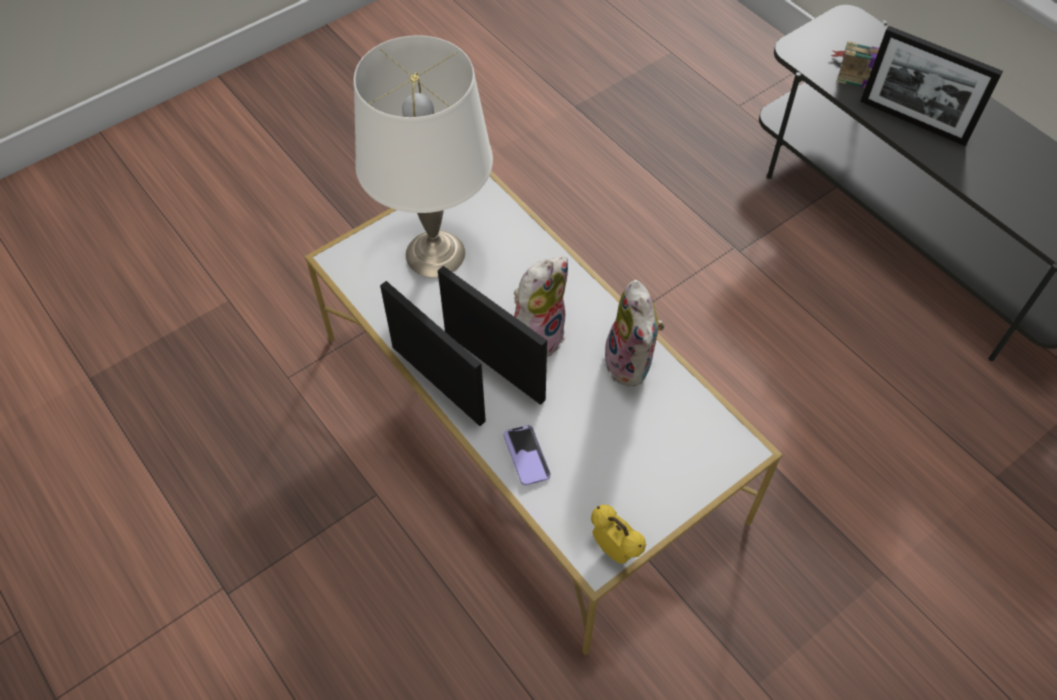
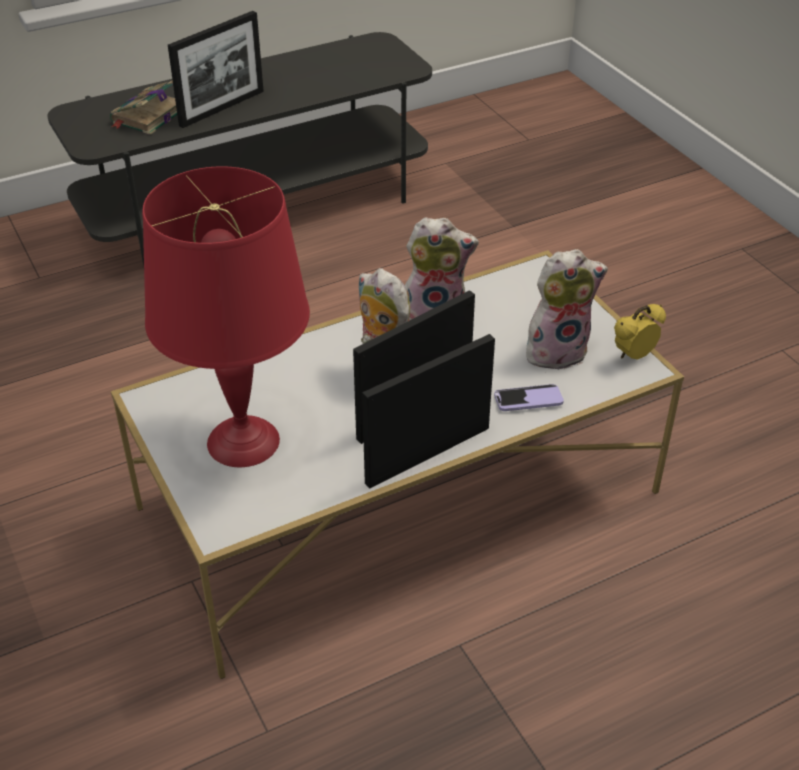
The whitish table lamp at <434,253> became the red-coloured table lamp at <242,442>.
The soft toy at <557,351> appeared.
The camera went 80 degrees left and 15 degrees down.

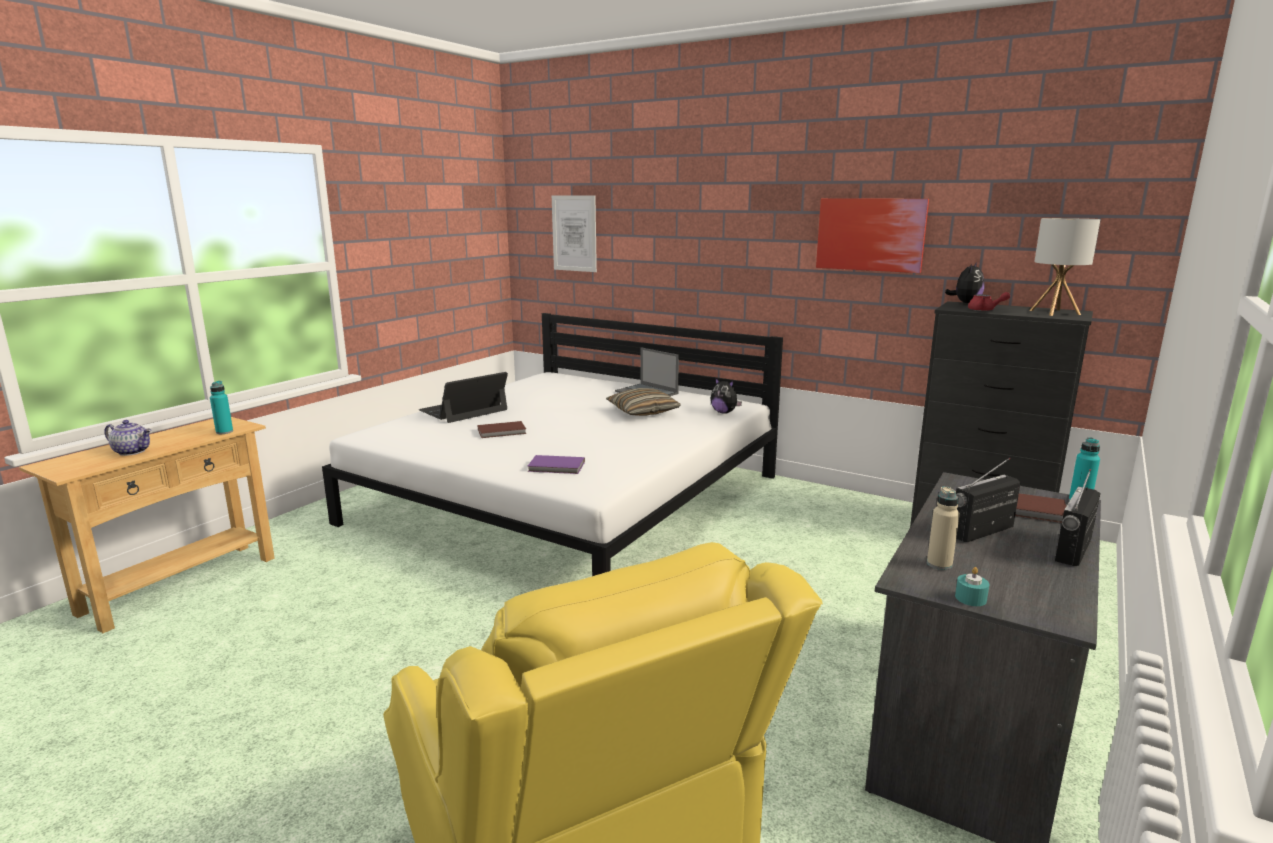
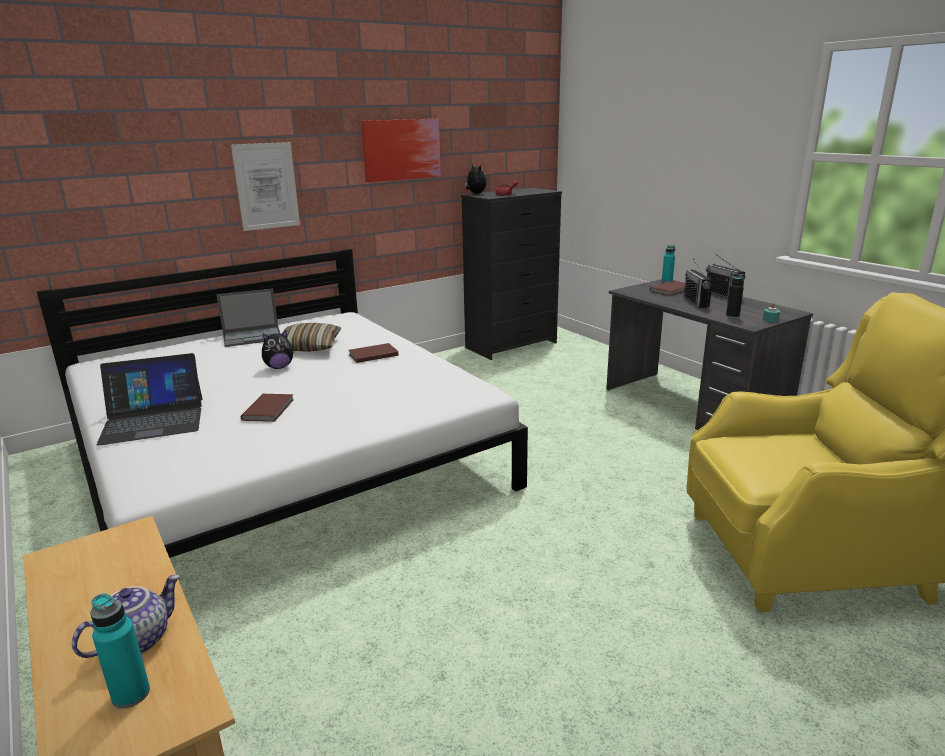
The blue-green bottle moved from <224,432> to <131,694>.
The portable computer at <464,410> turned 90 degrees counterclockwise.
The picture moved from <574,233> to <266,186>.
The soft toy moved from <724,412> to <279,367>.
The brown-coloured book at <372,355> appeared.
The sand-coloured bottle at <939,564> became the blackish bottle at <732,316>.
The purple book at <557,467> disappeared.
The table lamp at <1054,312> disappeared.
The camera went 65 degrees left and 5 degrees up.

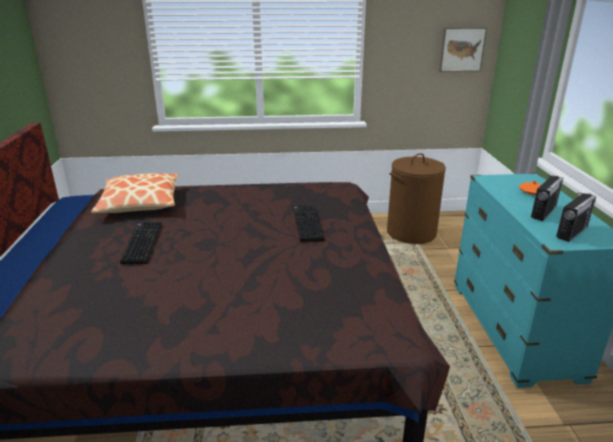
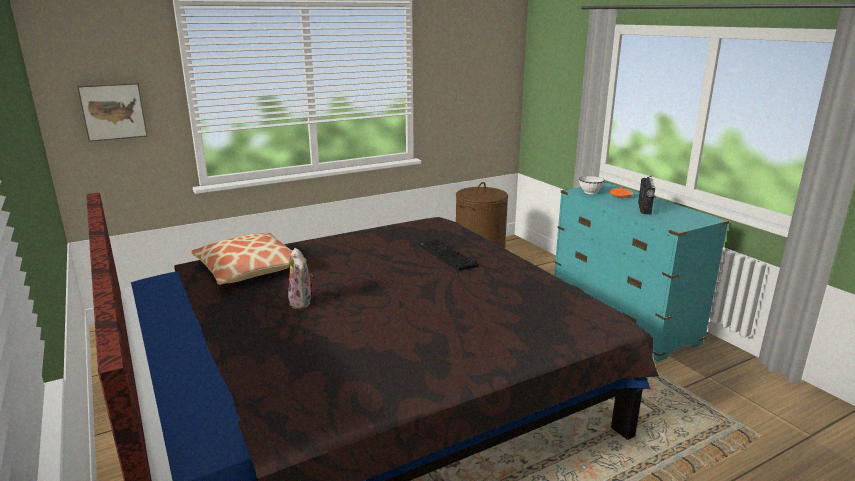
The picture moved from <461,49> to <113,111>.
The keyboard at <141,243> was replaced by the soft toy at <302,303>.
The whitish serving bowl at <590,192> appeared.
The radio receiver at <572,232> disappeared.
The camera went 25 degrees left and 5 degrees down.

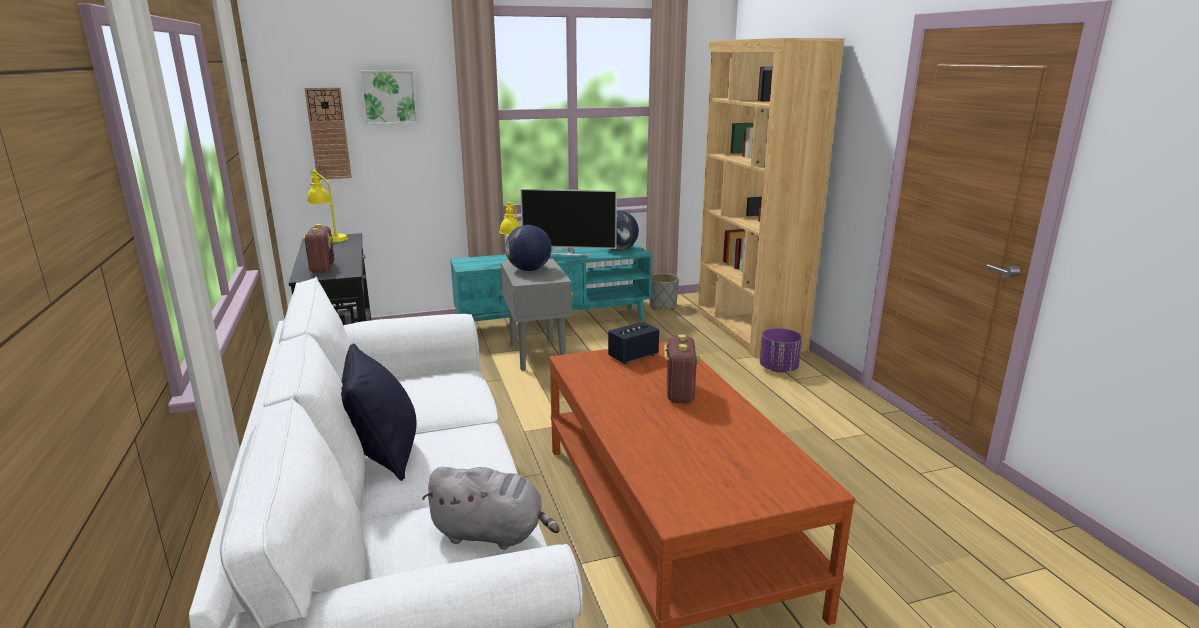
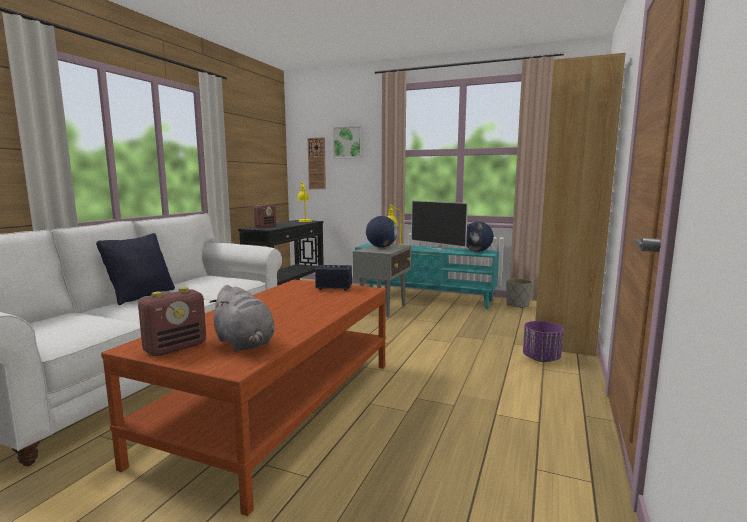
The radio receiver moved from <679,392> to <176,348>.
The gray soft toy moved from <492,534> to <244,344>.
The camera went 40 degrees right and 10 degrees down.

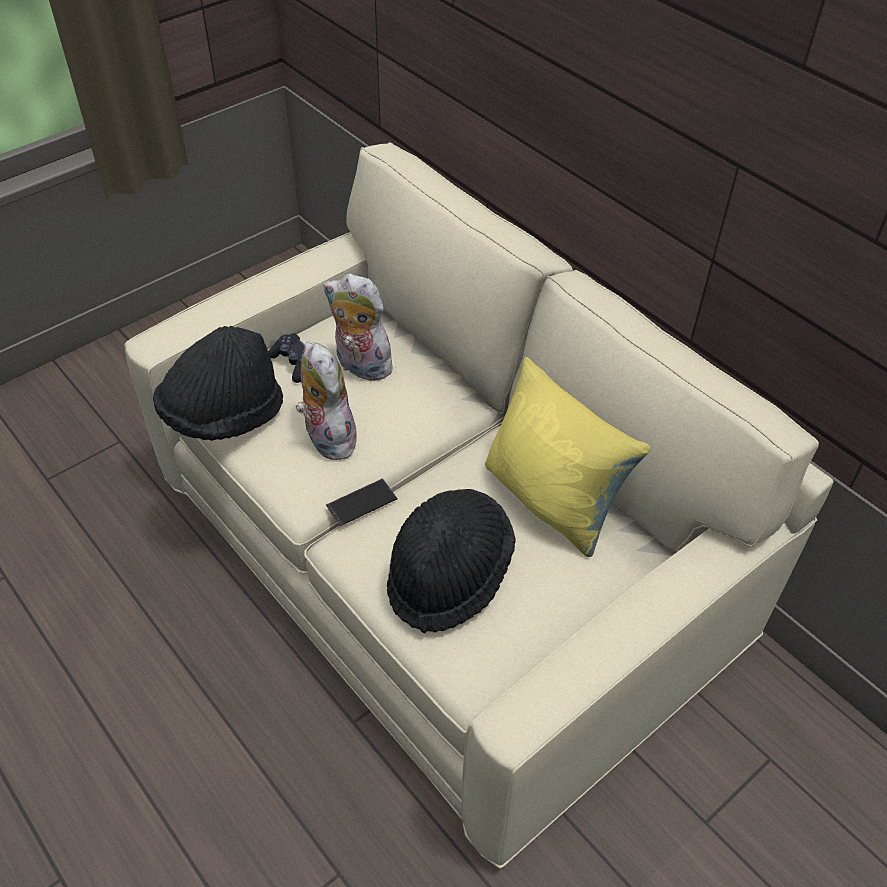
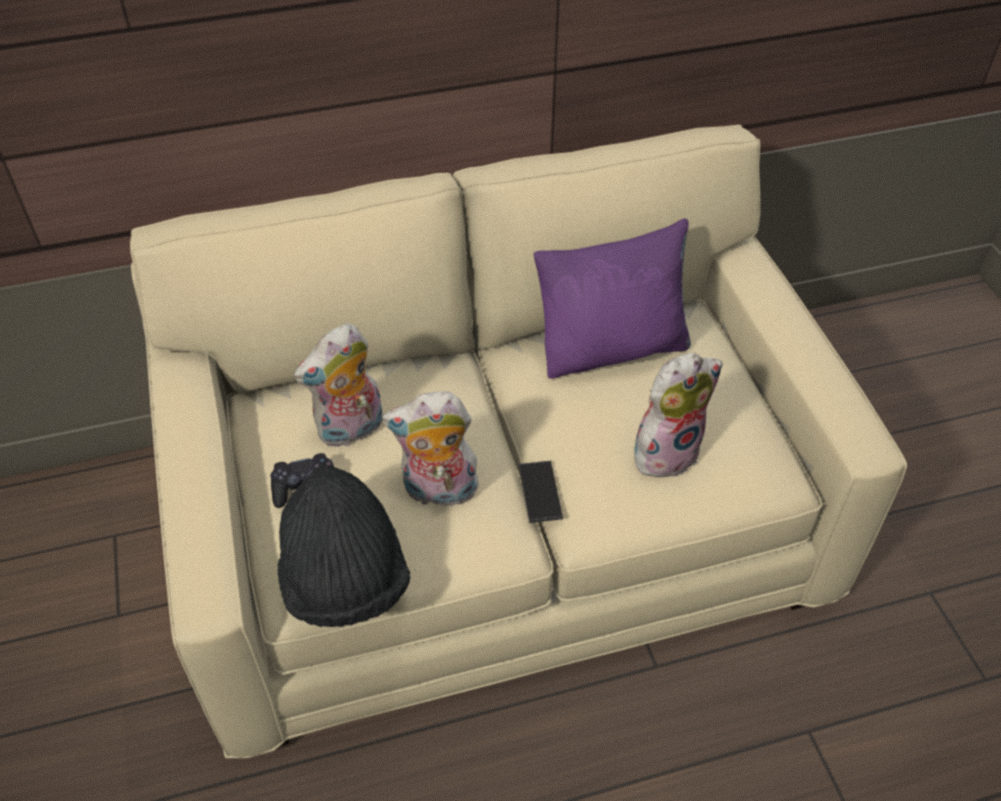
The yellow cushion at <552,500> became the purple cushion at <612,348>.
The blackish clothing hat at <448,575> was replaced by the soft toy at <666,451>.
The camera went 65 degrees left and 0 degrees up.

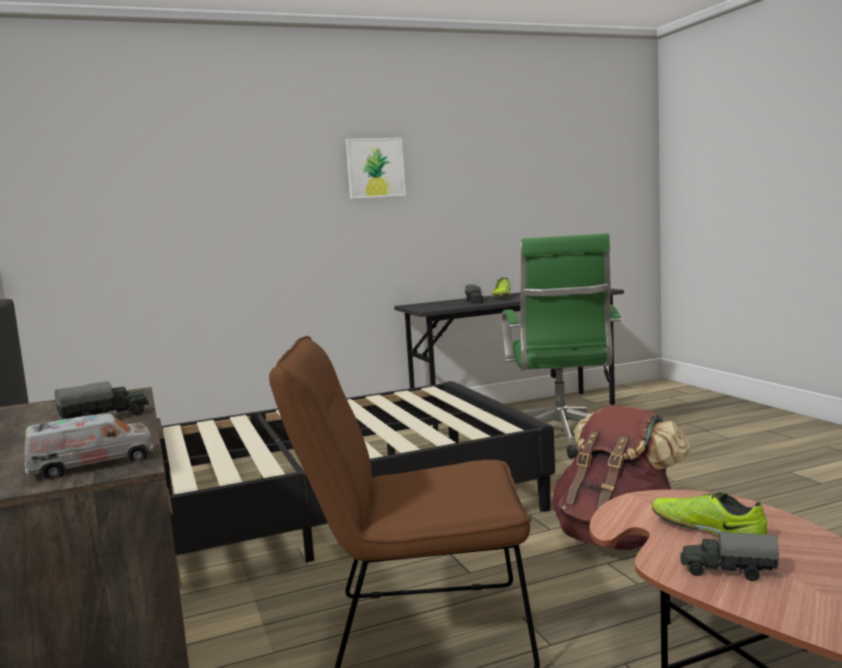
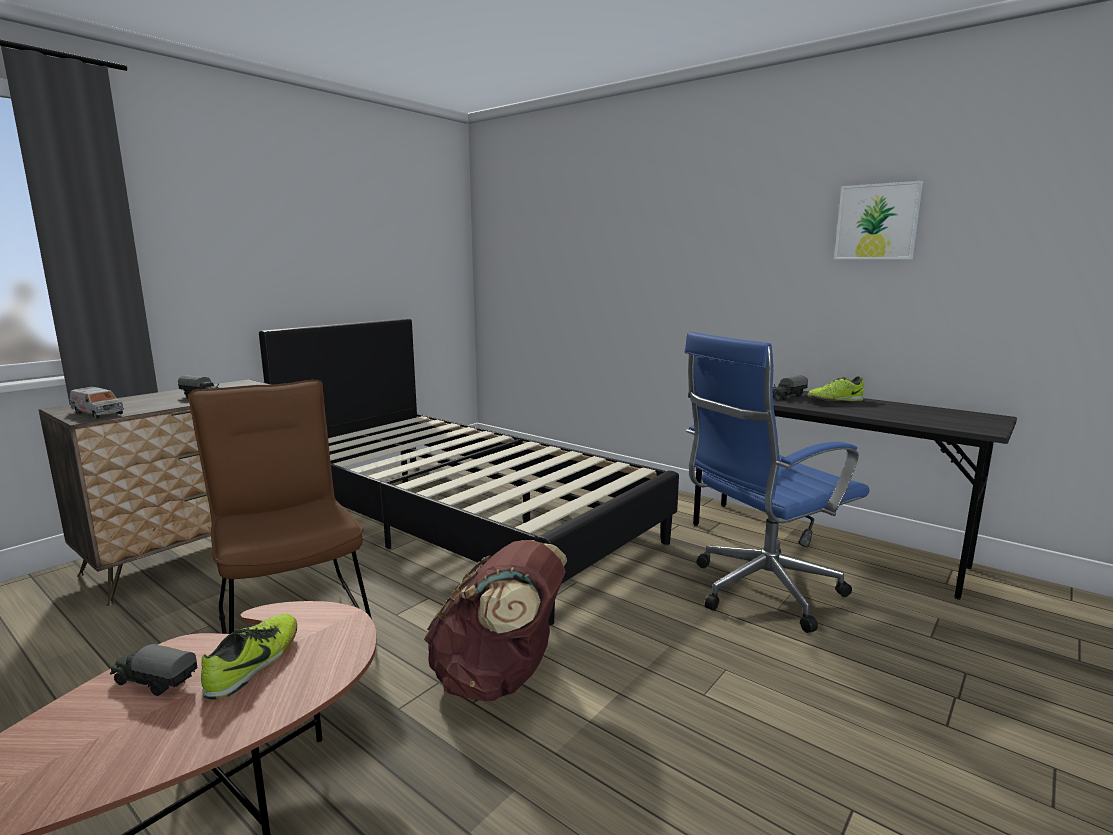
The model truck at <727,571> turned 60 degrees counterclockwise.
The green-coloured office chair at <562,441> became the blue-coloured office chair at <760,592>.
The picture moved from <375,168> to <877,222>.
The camera went 60 degrees right and 5 degrees up.

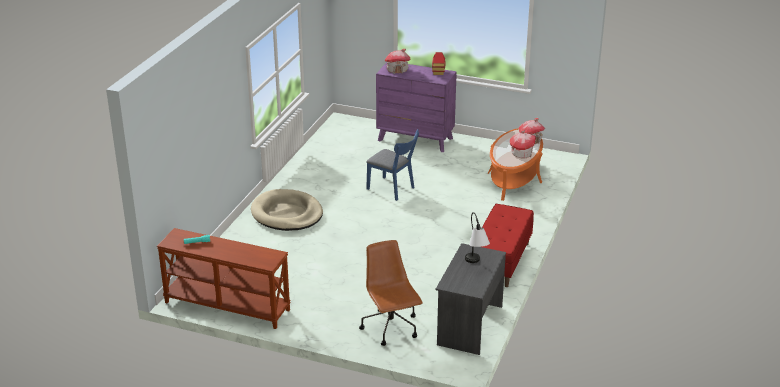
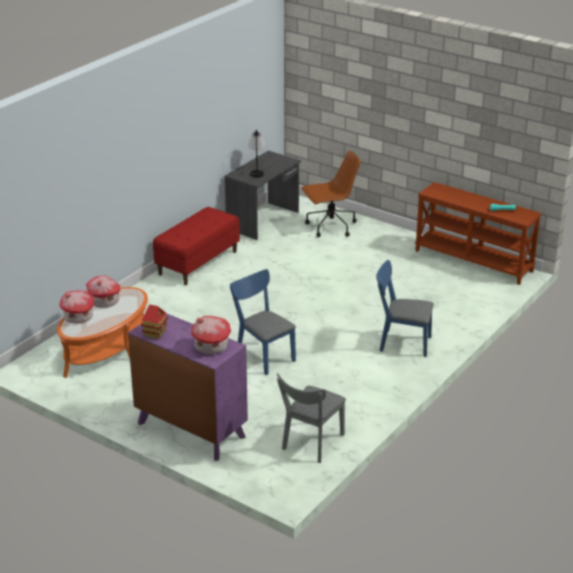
The gray upright chair at <311,444> appeared.
The brown-coloured office chair at <391,328> turned 105 degrees counterclockwise.
The sand-coloured dog bed at <287,214> was replaced by the blue-coloured upright chair at <401,343>.
The camera went 165 degrees left and 0 degrees up.

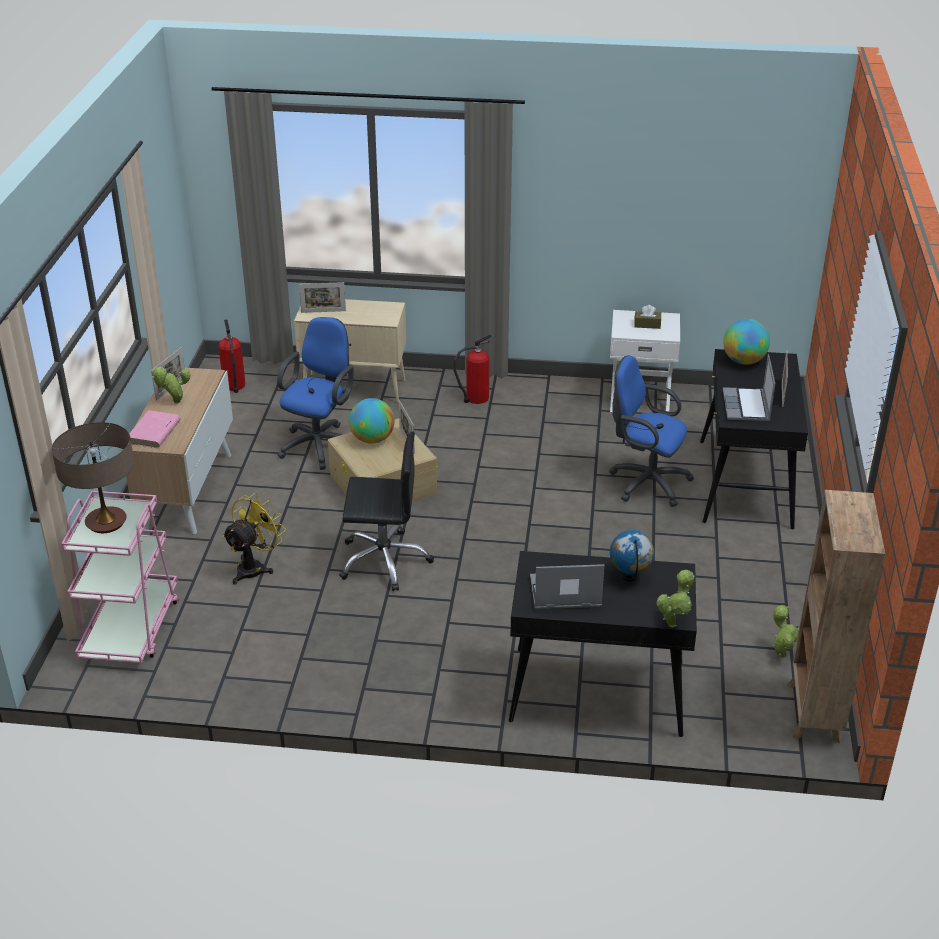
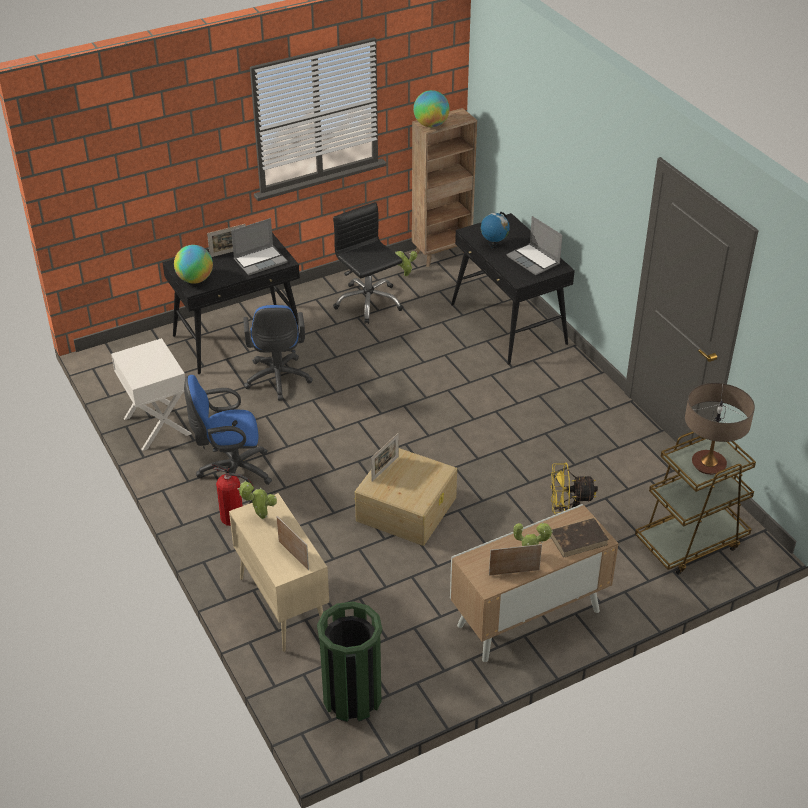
The blue-coloured office chair moved from <320,444> to <231,472>.
The plant in a pot moved from <673,623> to <260,516>.
The extinguisher at <235,386> was replaced by the green-coloured rubbish bin at <352,698>.
The blackish office chair moved from <384,560> to <368,302>.
The desk globe moved from <372,439> to <431,125>.
The pinkish book at <154,432> became the brown-coloured book at <578,539>.
The pinkish cart at <130,628> became the brown-coloured cart at <690,542>.
The brown-coloured tissue holder at <647,324> disappeared.
The camera went 125 degrees left and 5 degrees up.

